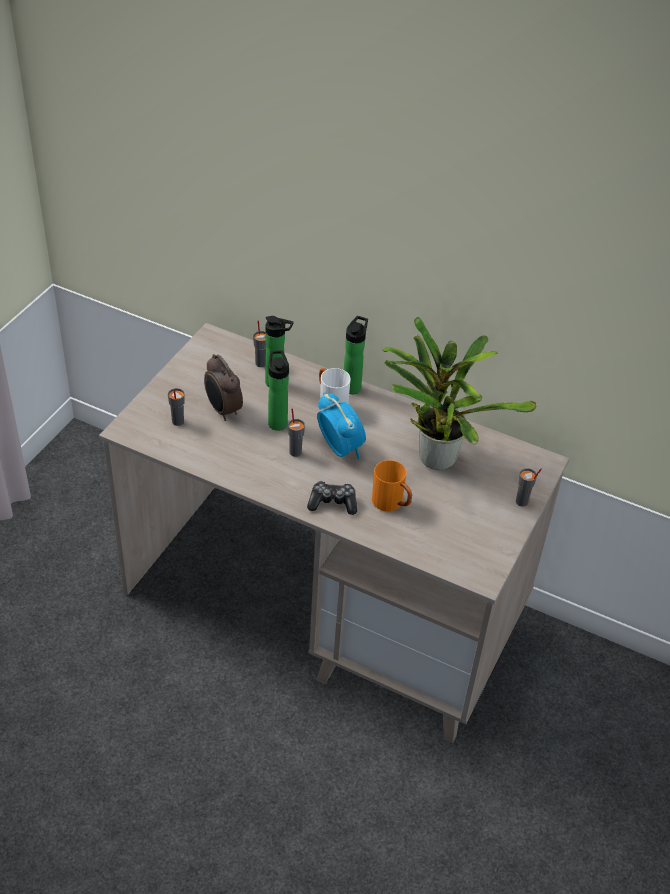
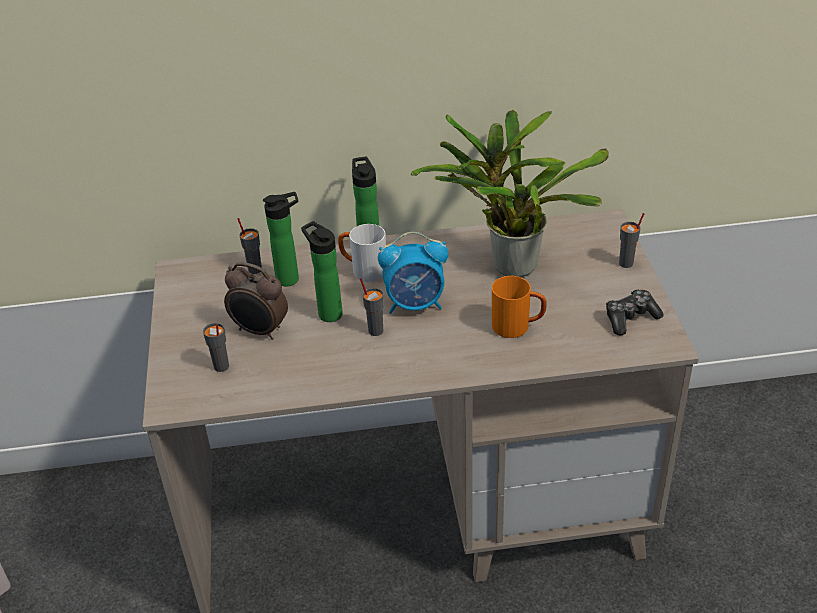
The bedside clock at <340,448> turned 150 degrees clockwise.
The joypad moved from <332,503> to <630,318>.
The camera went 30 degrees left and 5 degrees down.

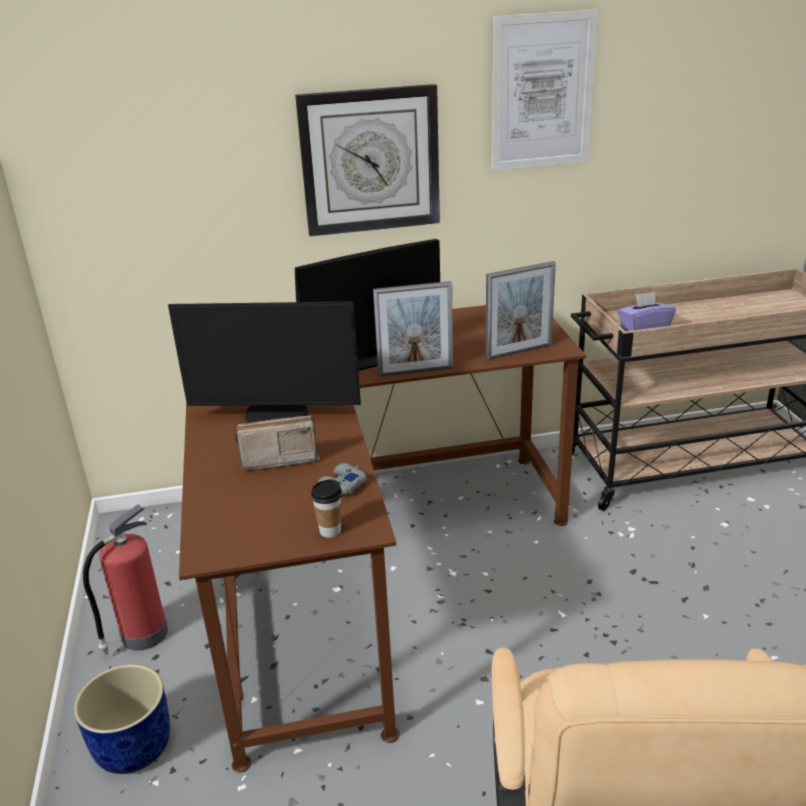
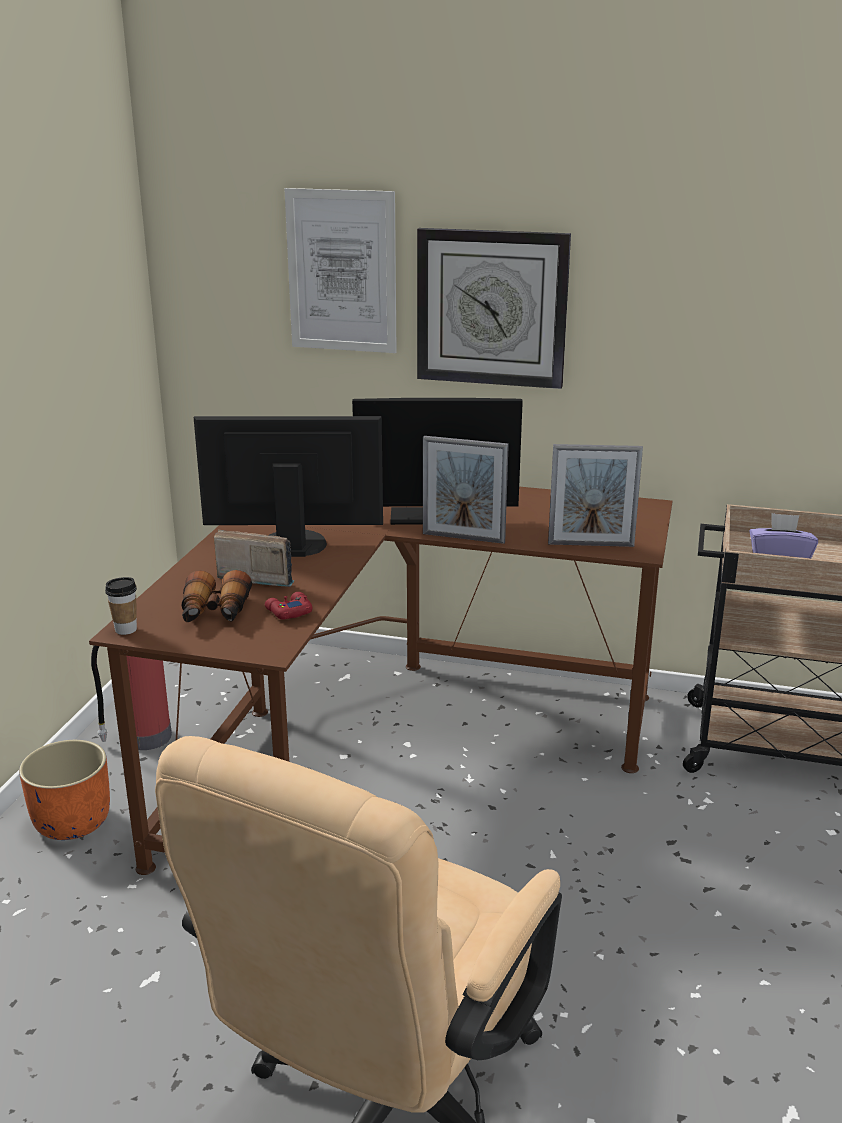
The blue-coloured flower pot at <132,748> became the orangey flower pot at <71,822>.
The drinking cup moved from <330,531> to <126,629>.
The pair of binoculars at <215,613> appeared.
The computer screen at <276,415> turned 150 degrees clockwise.
The gray joypad at <341,485> became the red-coloured joypad at <288,611>.
The picture moved from <542,92> to <342,271>.
The camera went 25 degrees right and 5 degrees down.

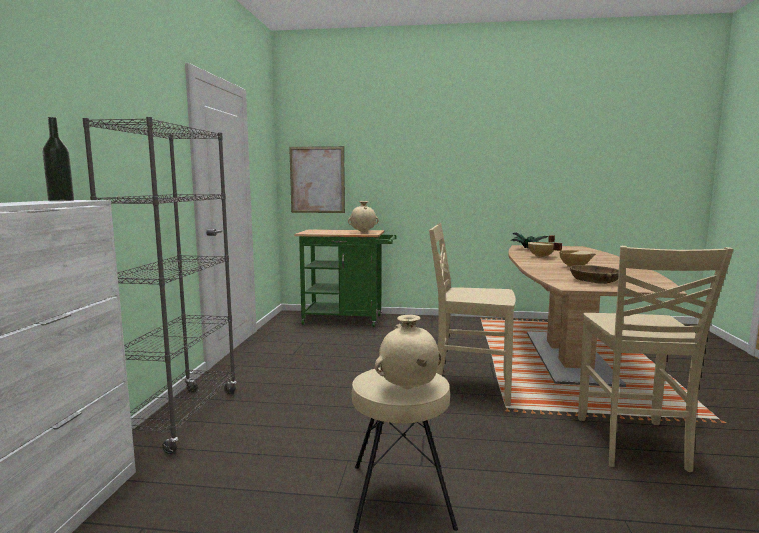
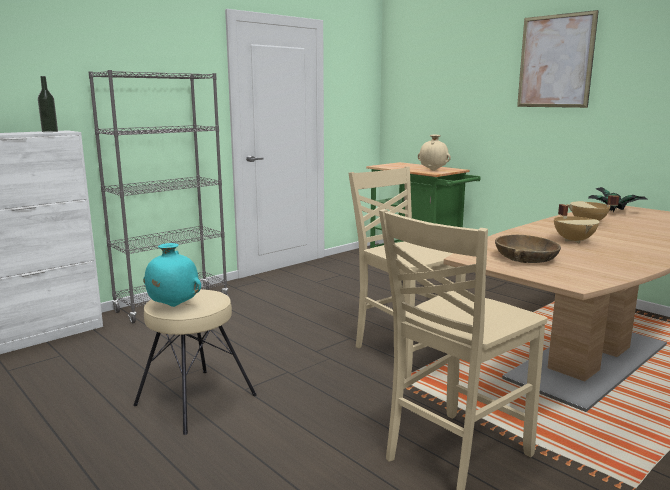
The sand-coloured decorative vase at <408,389> became the blue-green decorative vase at <173,306>.
The picture moved from <317,180> to <555,61>.
The camera went 40 degrees right and 5 degrees up.

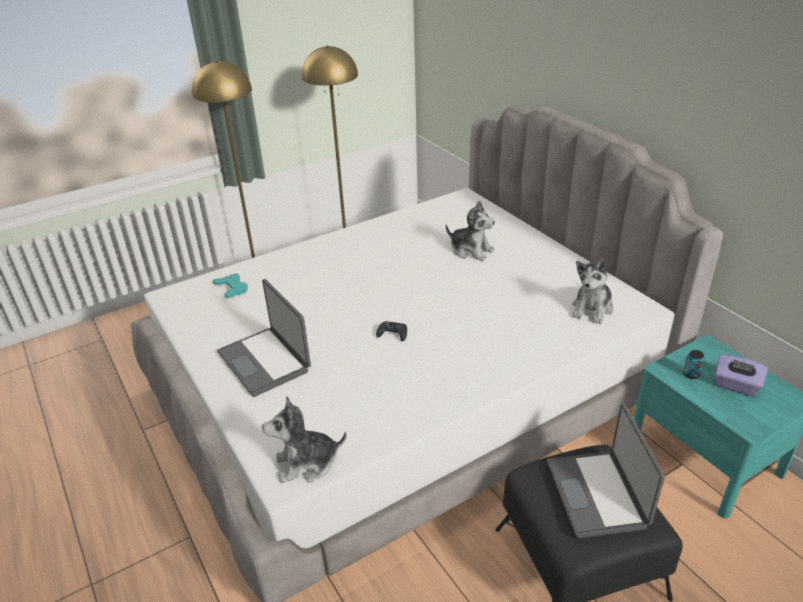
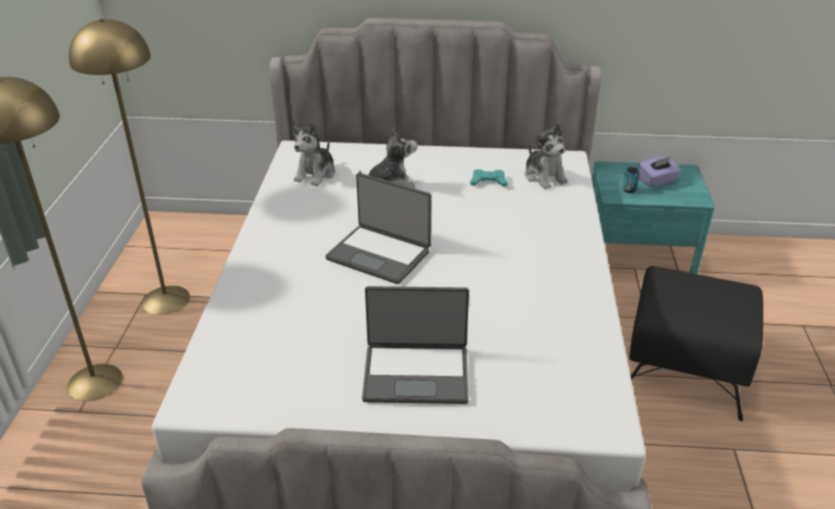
The soft toy moved from <307,463> to <316,174>.
The portable computer moved from <598,494> to <379,254>.
The blue-green joypad moved from <232,288> to <488,182>.
The blackish joypad at <392,334> disappeared.
The camera went 55 degrees left and 0 degrees up.

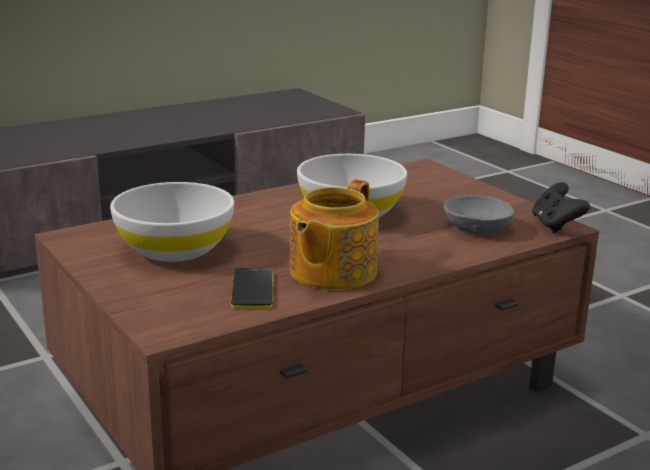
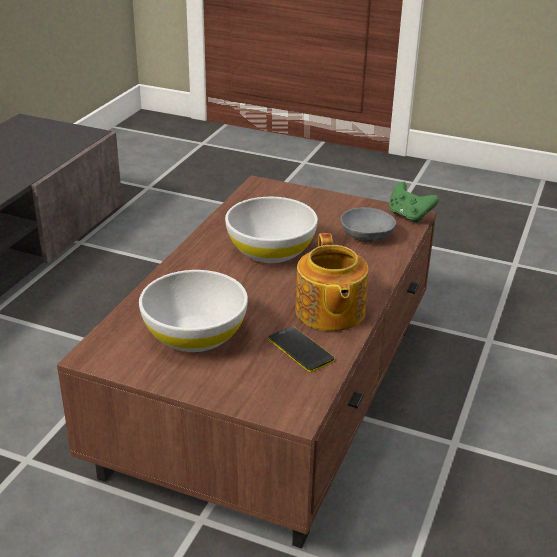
The blackish joypad at <555,226> became the green-coloured joypad at <409,216>.
The camera went 35 degrees left and 10 degrees up.

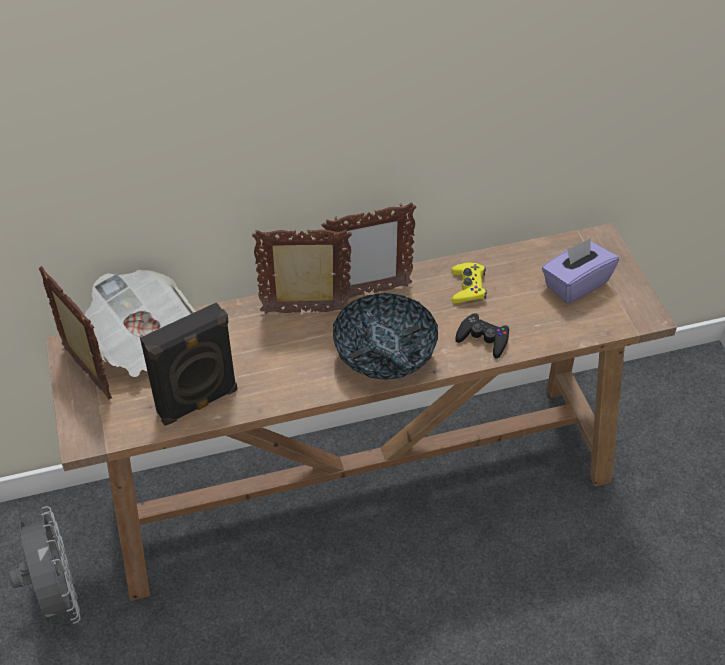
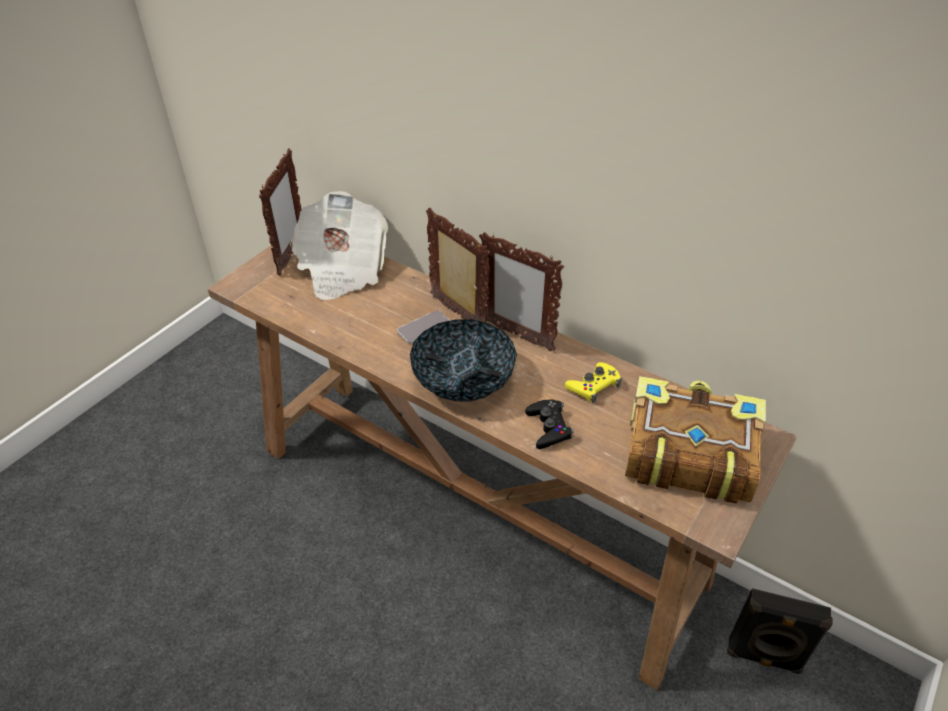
The telephone at <424,328> appeared.
The purple tissue holder at <575,284> was replaced by the book at <687,452>.
The blackish speaker moved from <198,403> to <763,658>.
The gray electric fan at <57,597> disappeared.
The camera went 50 degrees right and 5 degrees down.

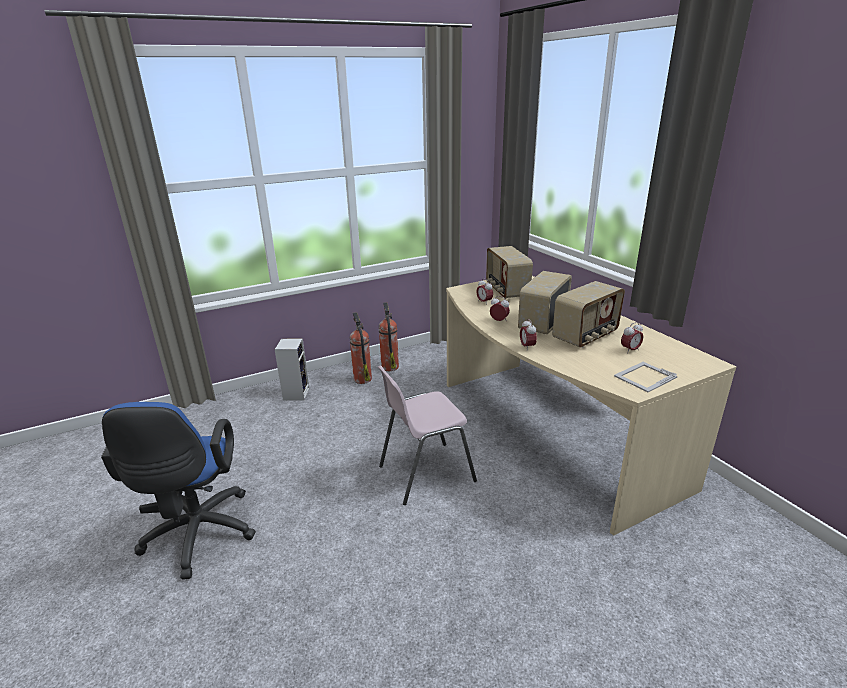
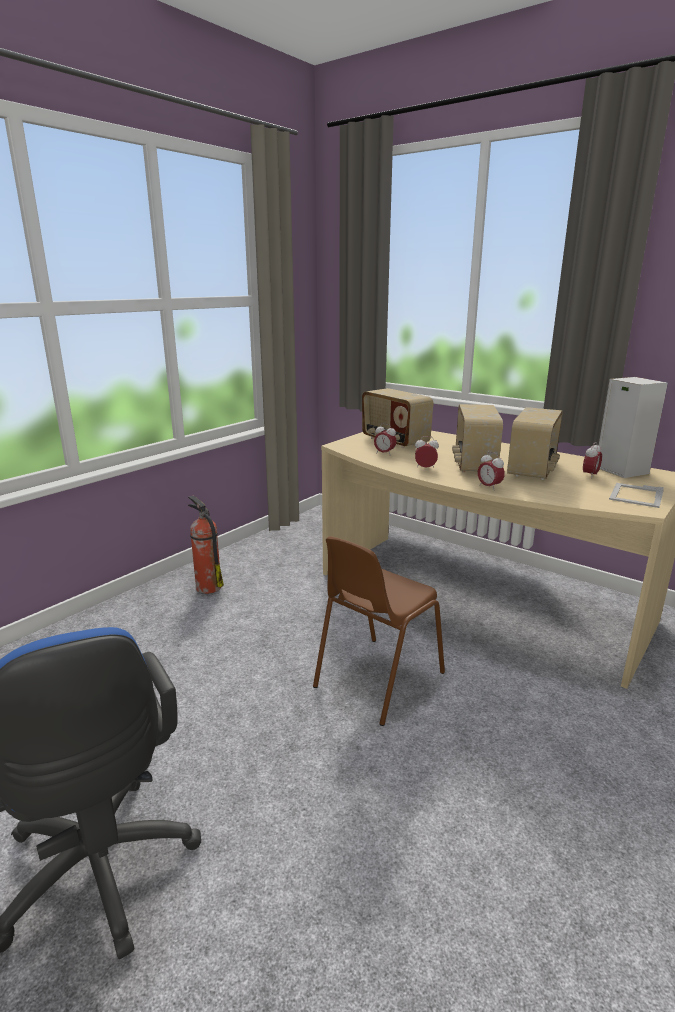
The pinkish upright chair at <425,473> became the brown-coloured upright chair at <377,679>.
The speaker moved from <296,393> to <619,470>.
The extinguisher at <389,366> disappeared.
The camera went 25 degrees left and 5 degrees down.

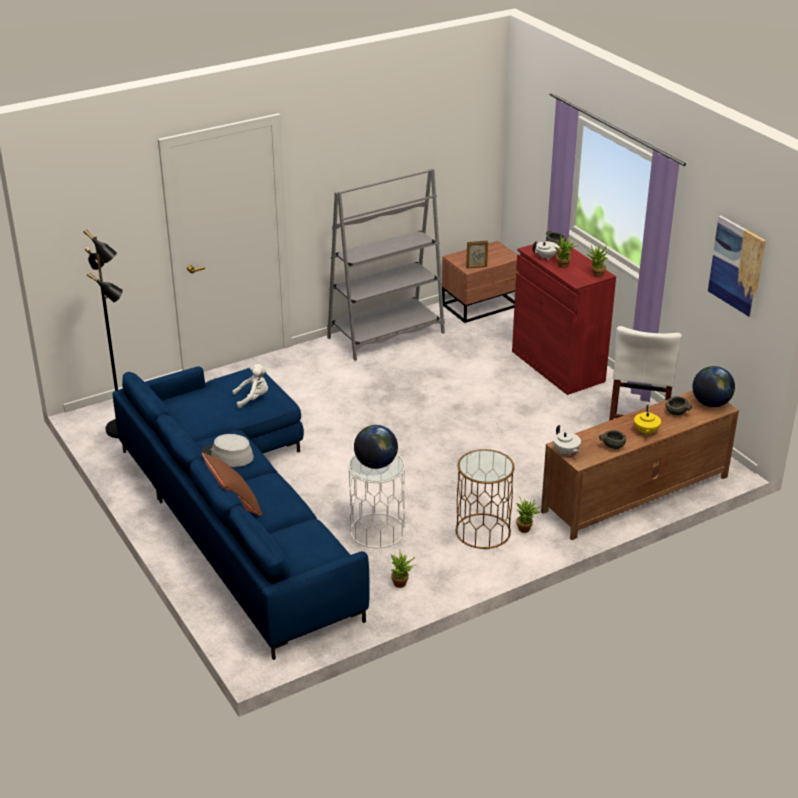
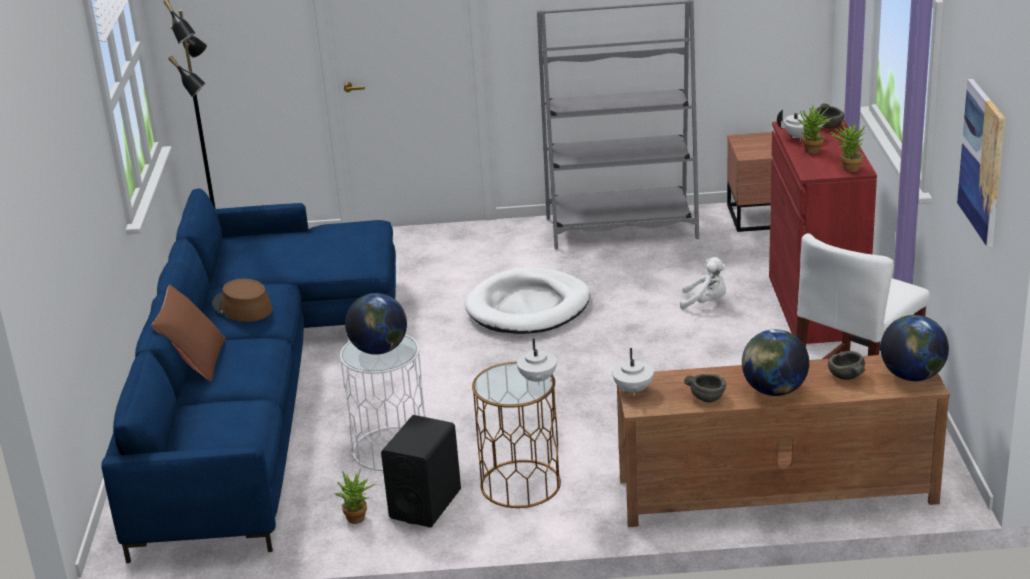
The gray clothing hat at <227,456> became the brown-coloured clothing hat at <242,307>.
The blackish speaker at <425,504> appeared.
The whitish dog bed at <528,307> appeared.
The whitish pot for tea at <537,380> appeared.
The whitish soft toy moved from <253,398> to <706,302>.
The yellow pot for tea at <645,431> was replaced by the desk globe at <774,390>.
The picture frame at <476,267> disappeared.
The plant in a pot at <526,529> disappeared.
The camera went 30 degrees right and 5 degrees down.

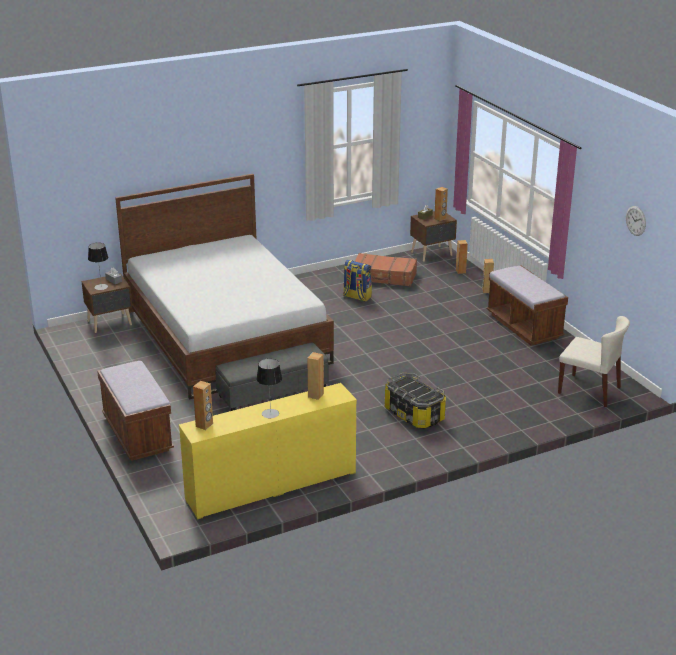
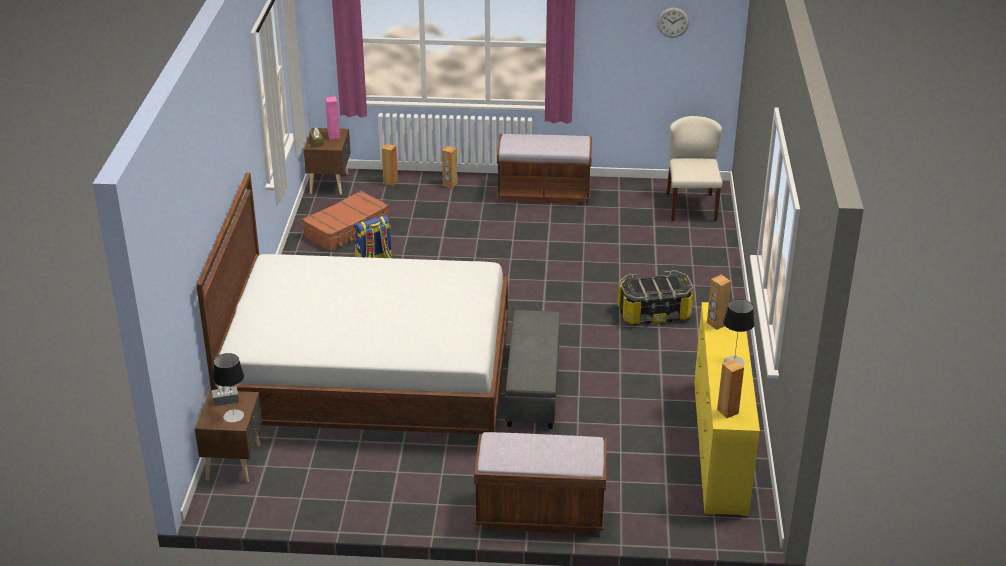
The brown-coloured speaker at <440,218> became the pinkish speaker at <334,136>.
The sand-coloured upright chair at <589,390> turned 60 degrees counterclockwise.
The camera went 60 degrees left and 5 degrees up.

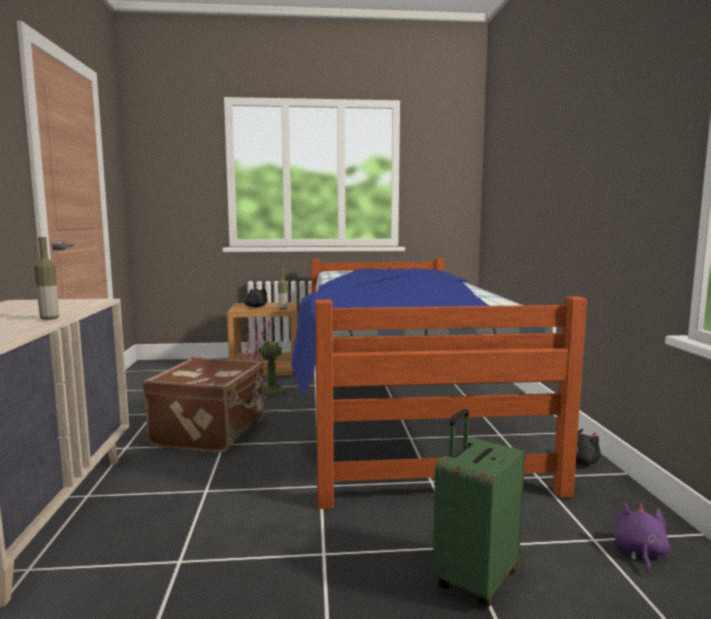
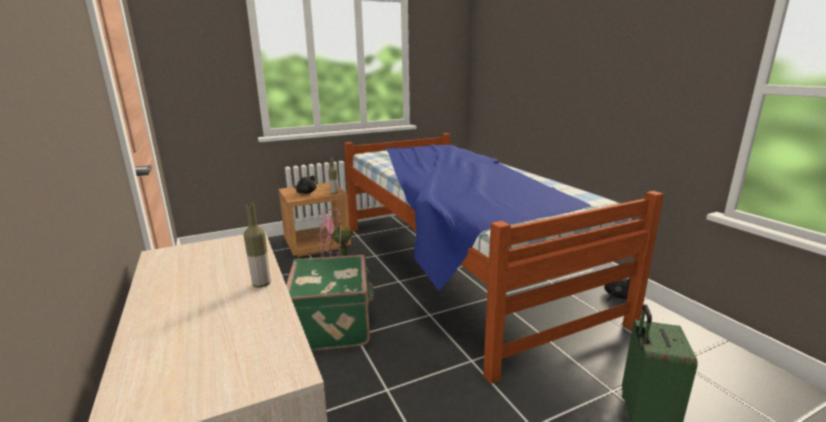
The brown-coloured suitcase at <211,432> became the green-coloured suitcase at <333,324>.
The purple soft toy at <639,552> disappeared.
The camera went 20 degrees left and 10 degrees up.

